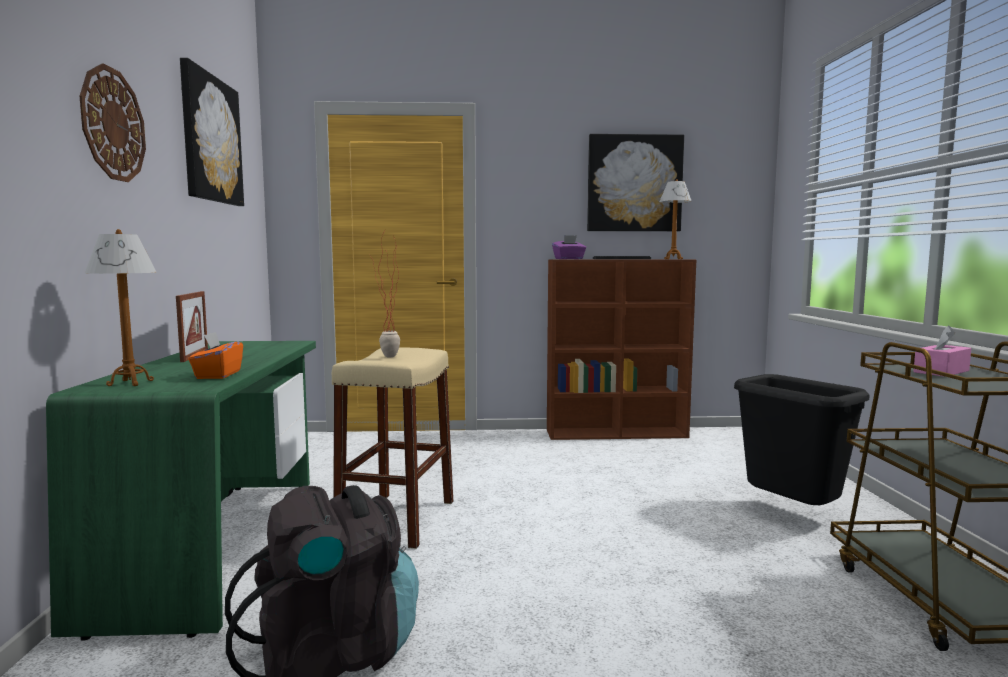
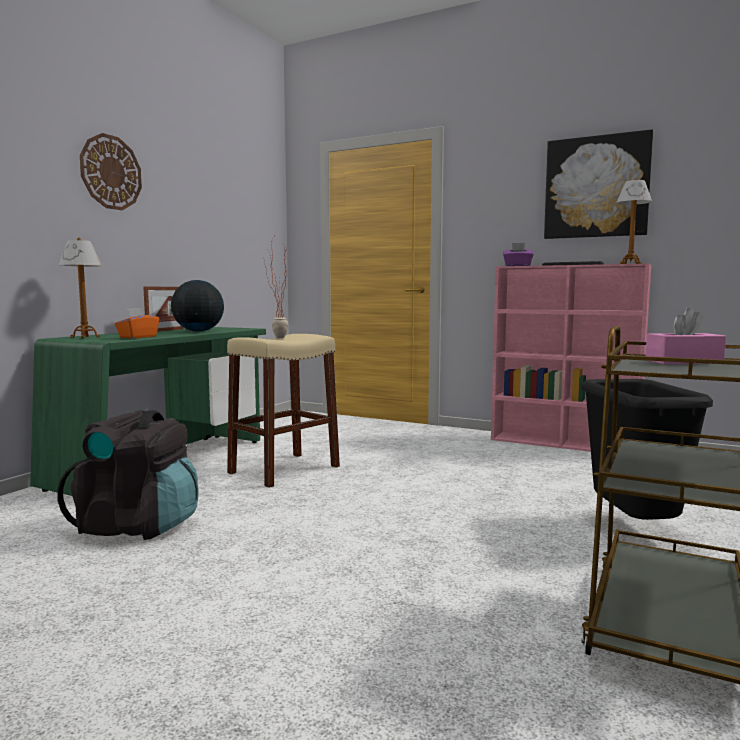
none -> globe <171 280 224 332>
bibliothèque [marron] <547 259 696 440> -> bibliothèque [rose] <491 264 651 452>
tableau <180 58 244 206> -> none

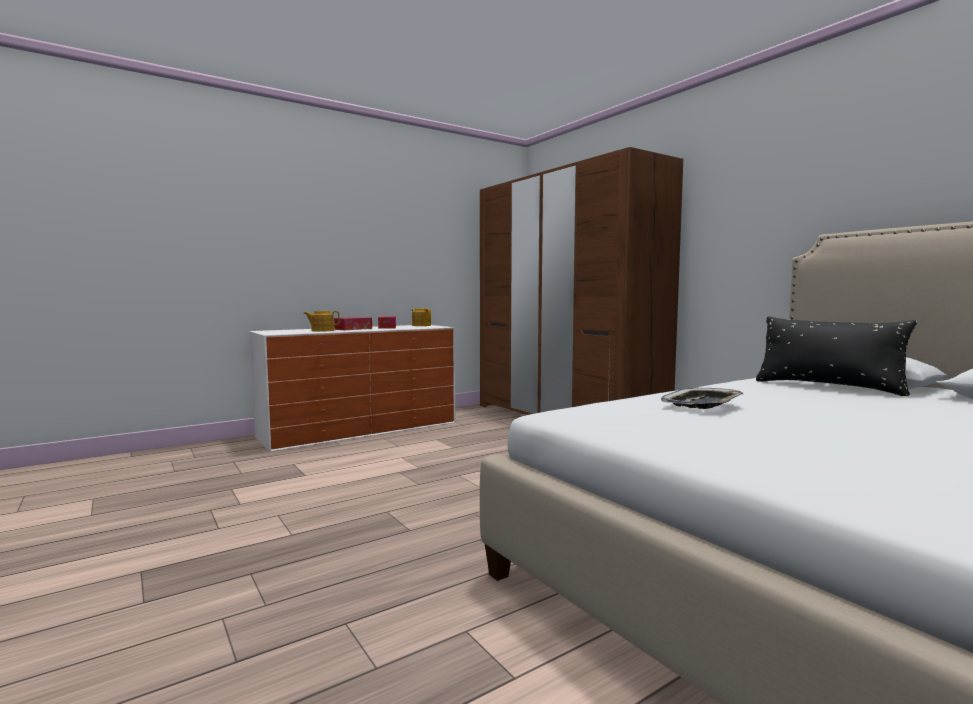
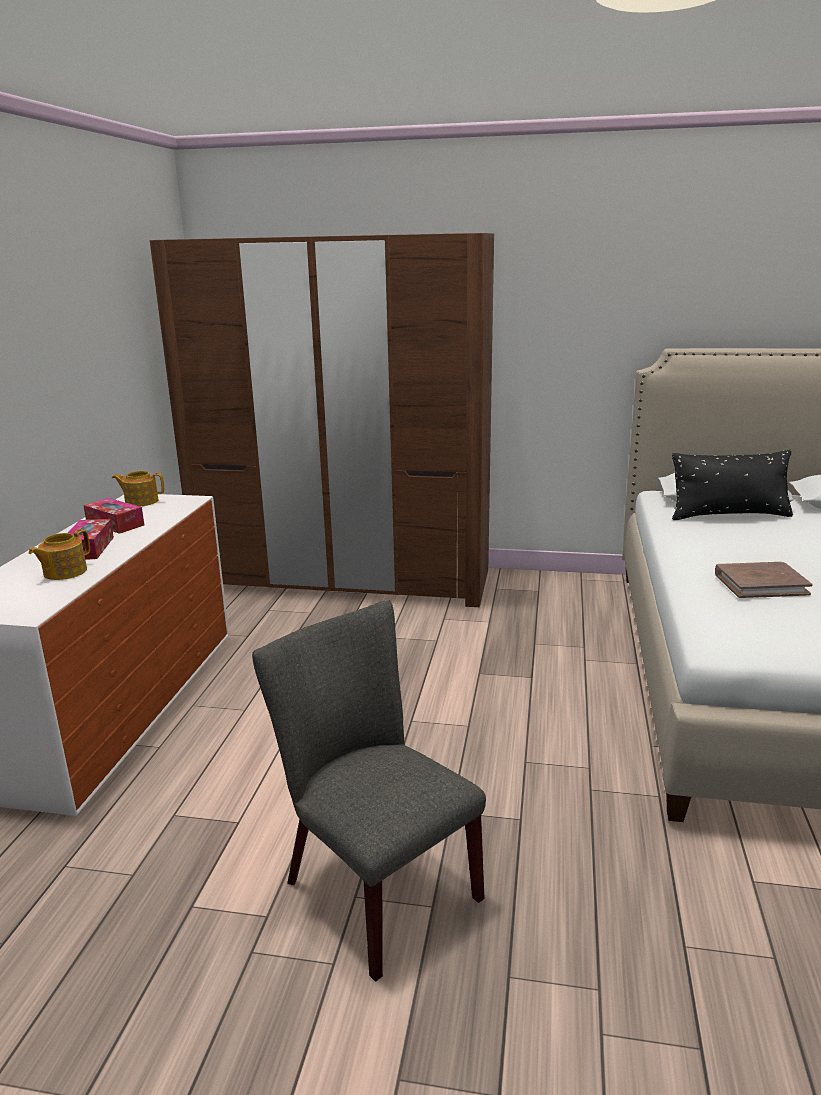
none -> chaise [gris] <252 600 486 982>
plateau <661 388 743 409> -> livre [marron] <715 562 813 598>

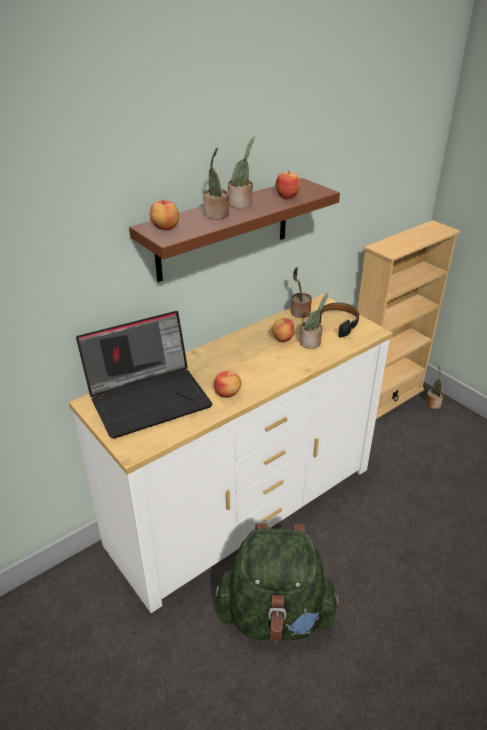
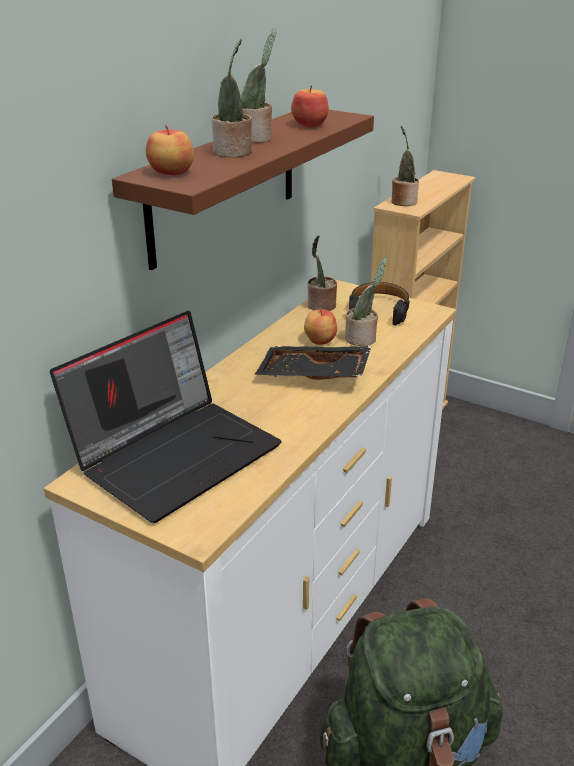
none -> plateau [noir] <254 346 372 380>
plante en pot <426 364 444 409> -> plante en pot <391 126 419 206>, shifted
pomme <214 371 241 398> -> none

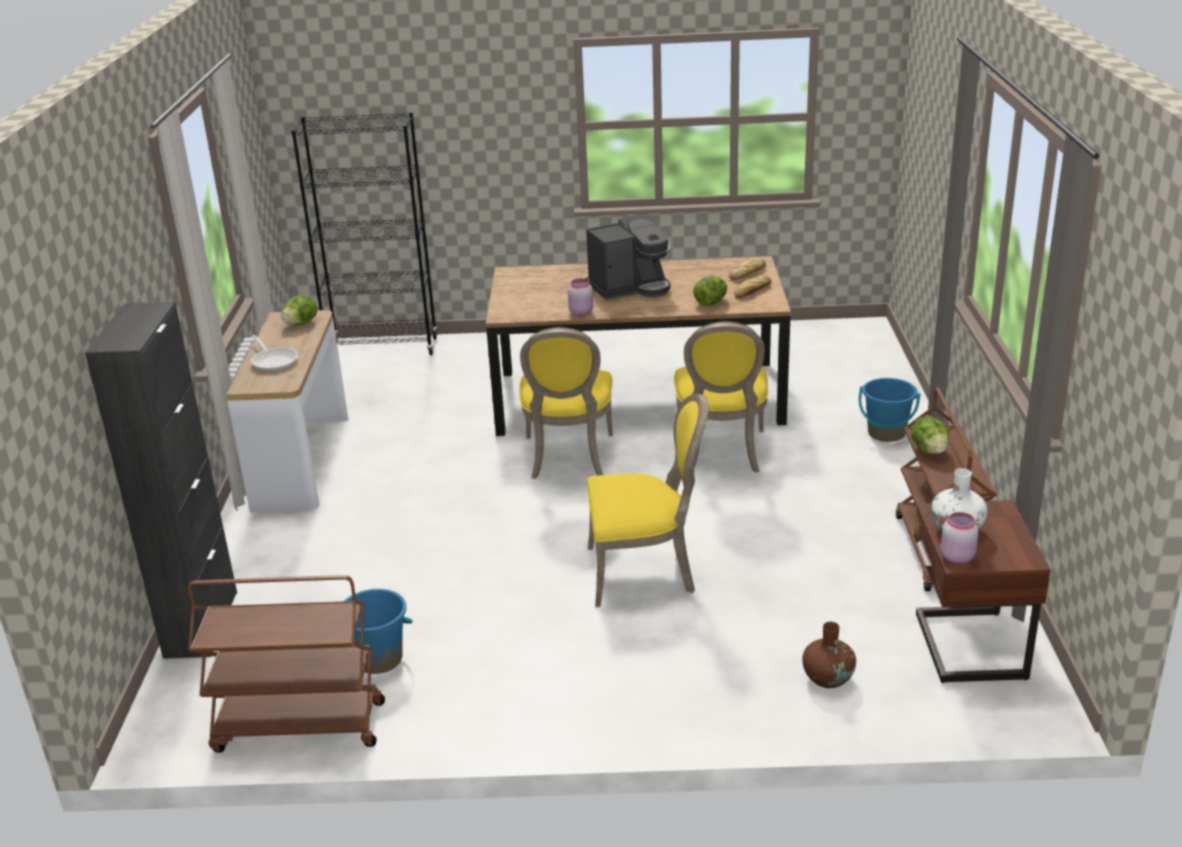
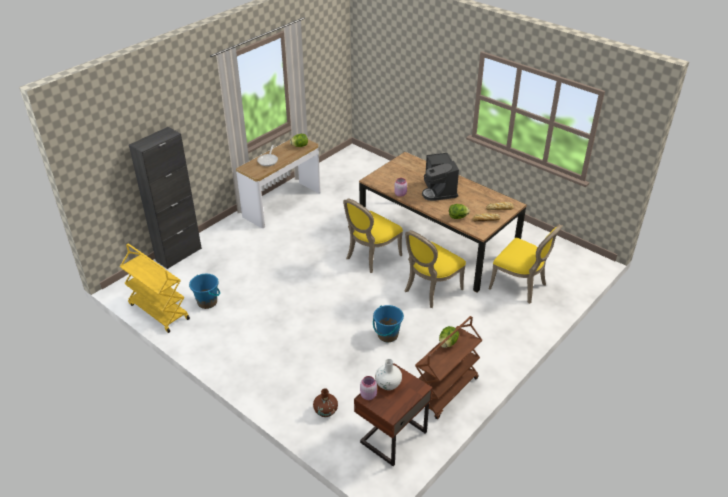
chariot [marron] <188 575 385 753> -> chariot [jaune] <120 244 190 333>
seau [bleu] <859 378 921 442> -> seau [bleu] <373 305 404 342>, shifted
machine à café <585 214 671 300> -> machine à café <422 153 459 201>, 60 degrees clockwise
chaise [jaune] <587 394 709 607> -> chaise [jaune] <489 224 563 304>, shifted
bibliothèque [noir] <291 112 438 355> -> none

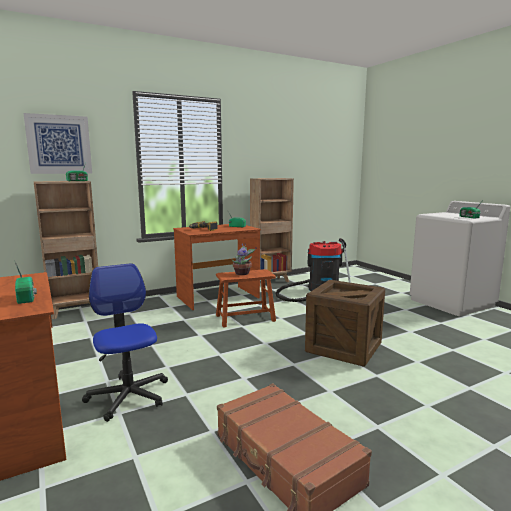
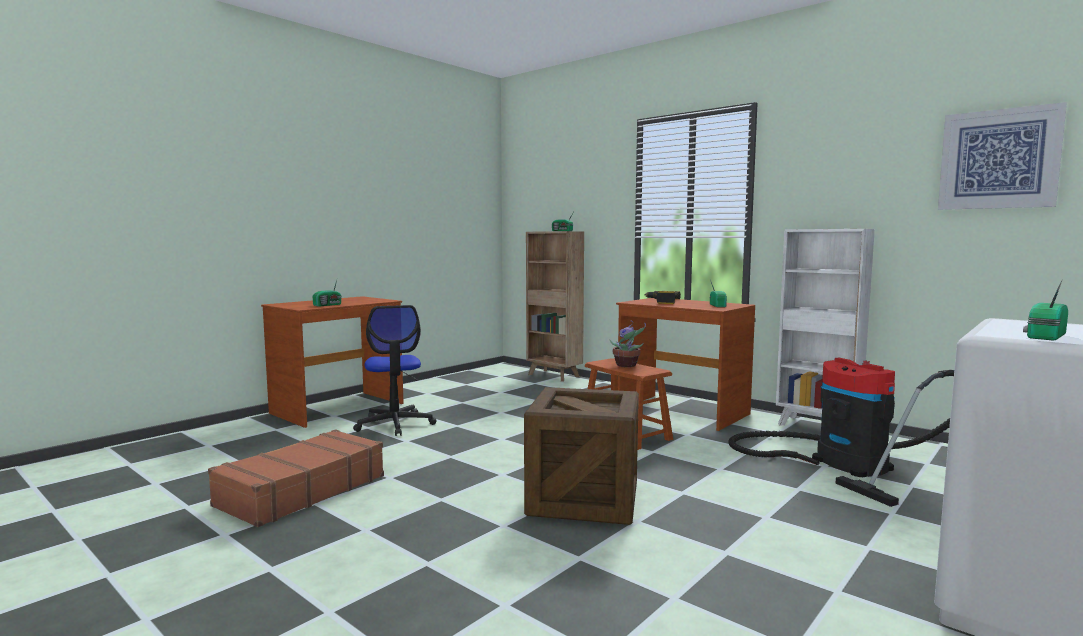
chaise de bureau <82 263 168 422> -> chaise de bureau <353 305 437 436>, 120 degrees clockwise
bibliothèque [marron] <250 178 294 286> -> bibliothèque [blanc] <776 229 875 426>
tableau <23 113 92 174> -> tableau <938 102 1067 210>, shifted

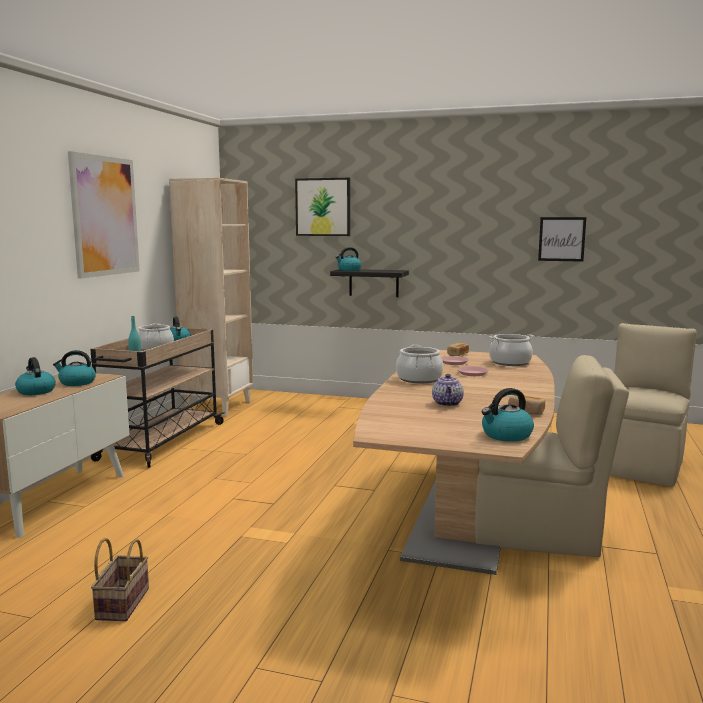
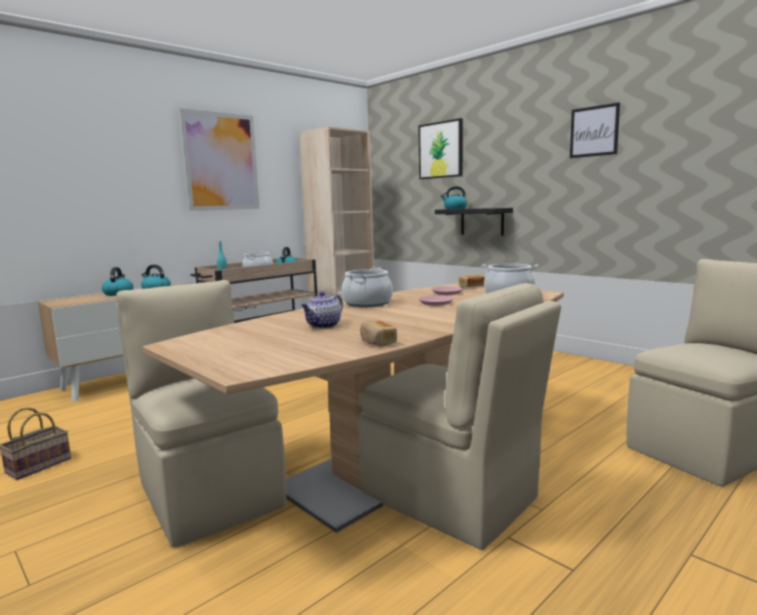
none -> chaise [beige] <116 280 286 548>
tableau <538 217 586 262> -> tableau <570 102 620 158>, shifted
bouilloire <482 388 534 442> -> none

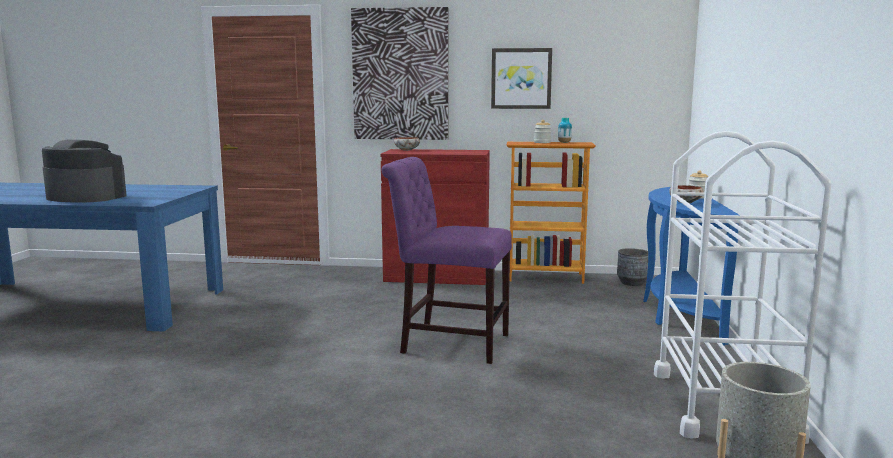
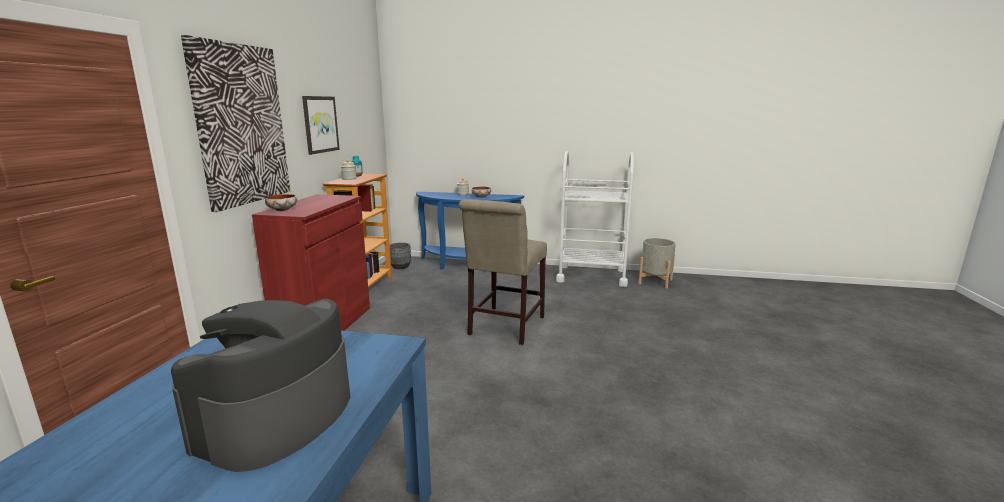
chaise [violet] <381 157 512 364> -> chaise [beige] <459 199 547 345>

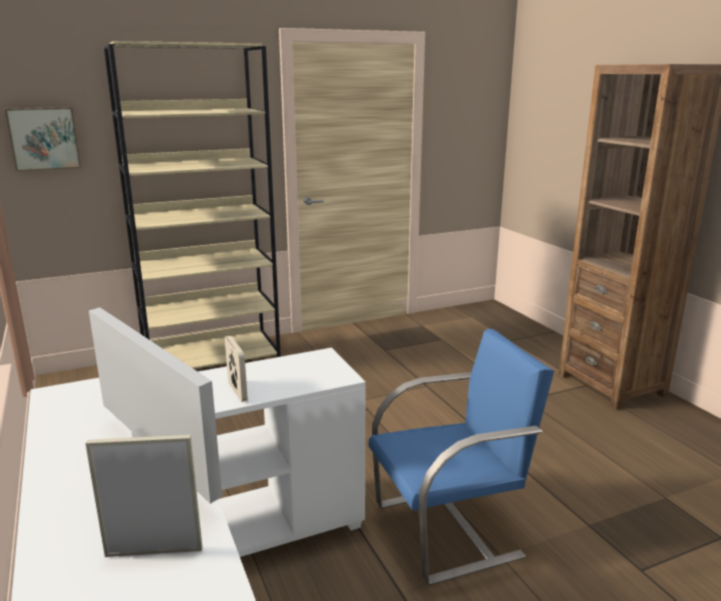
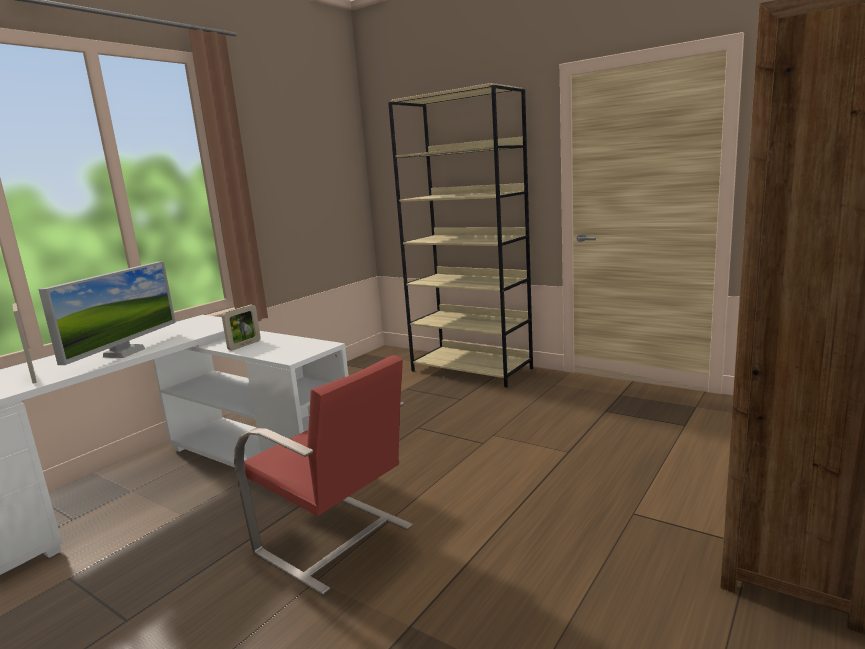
chaise [bleu] <368 329 554 585> -> chaise [rouge] <234 355 413 596>
tableau <5 107 81 171> -> none

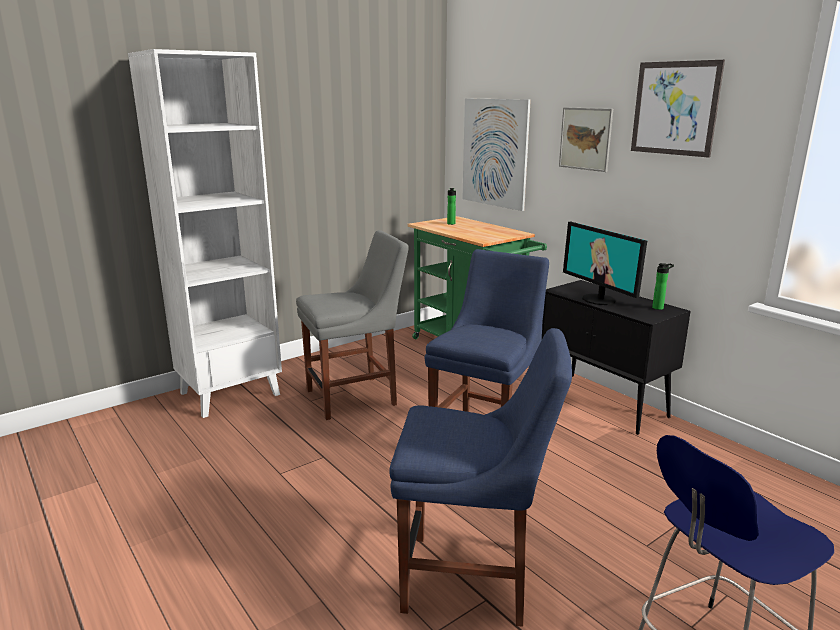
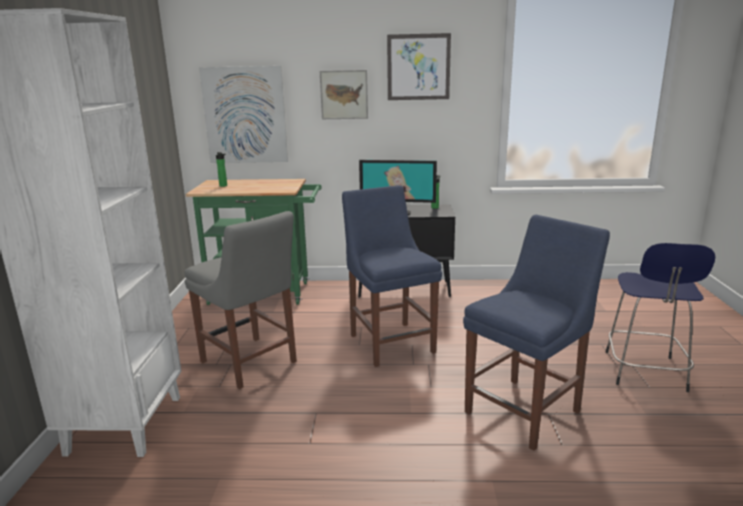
chaise [gris] <296 230 409 420> -> chaise [gris] <185 211 297 389>, 120 degrees clockwise

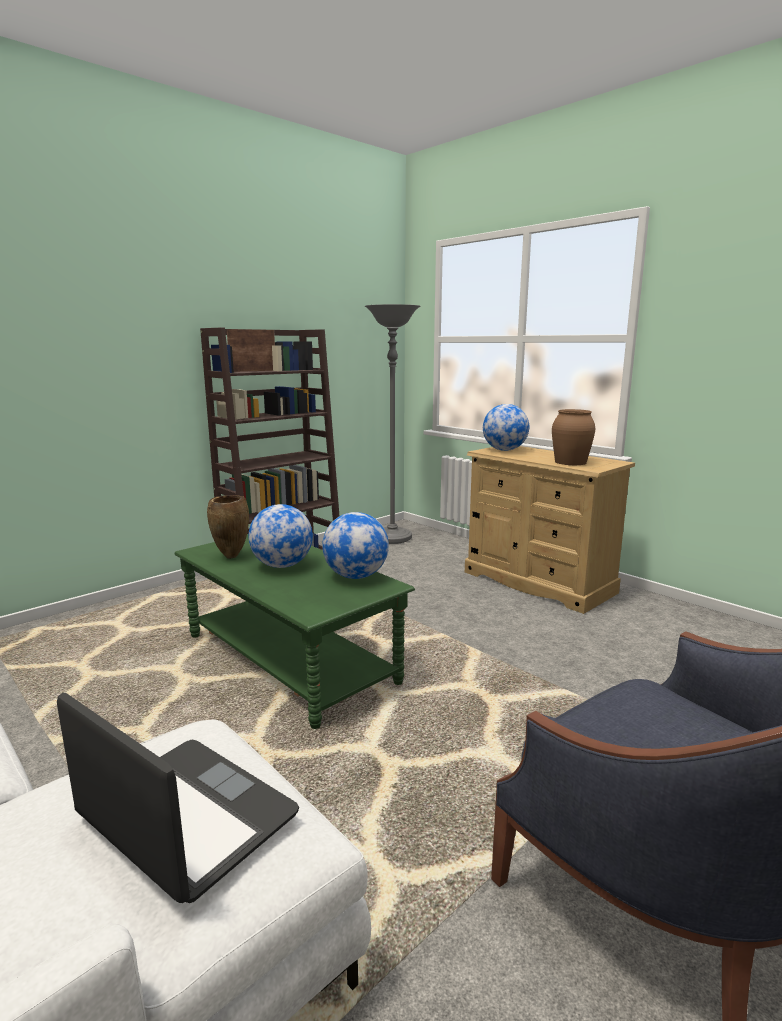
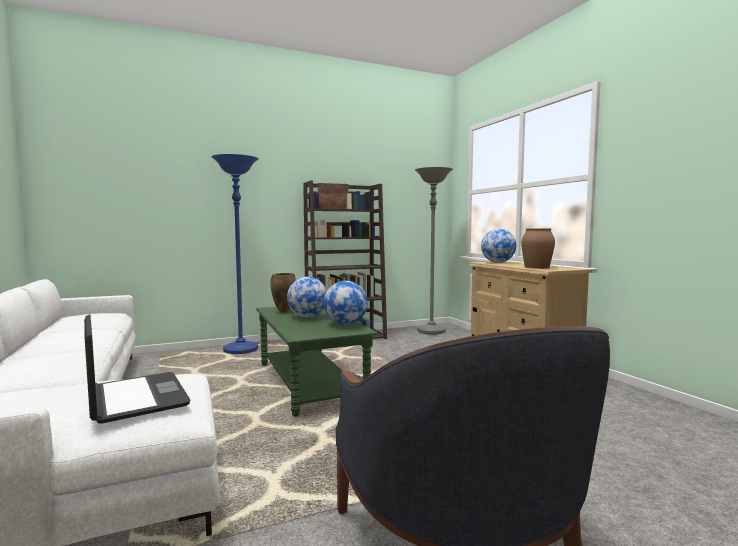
none -> lampadaire [bleu] <211 154 258 354>

